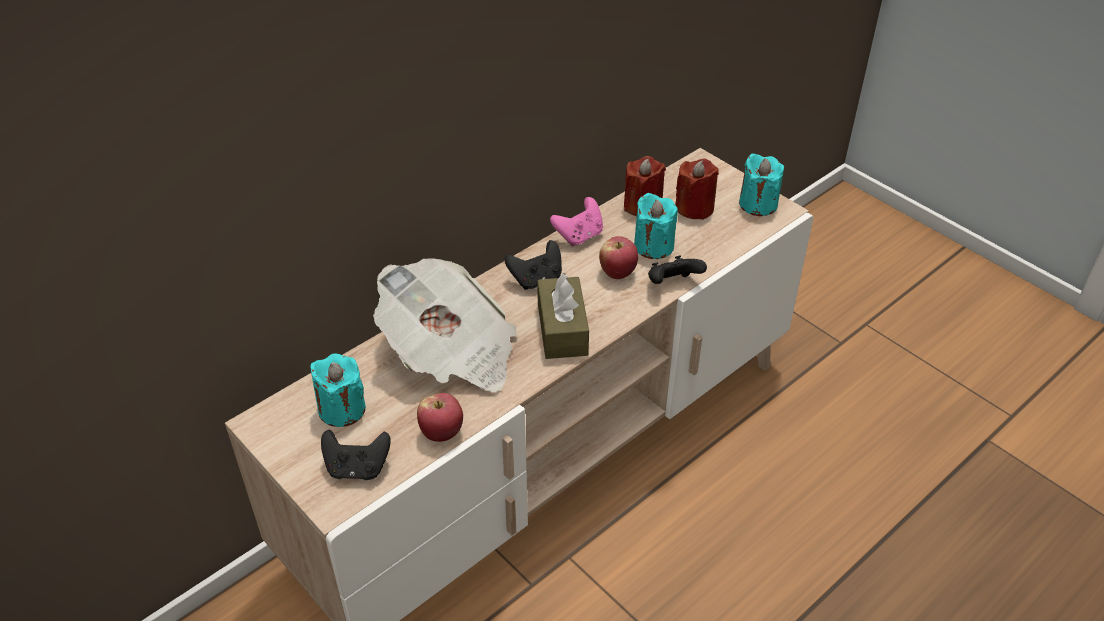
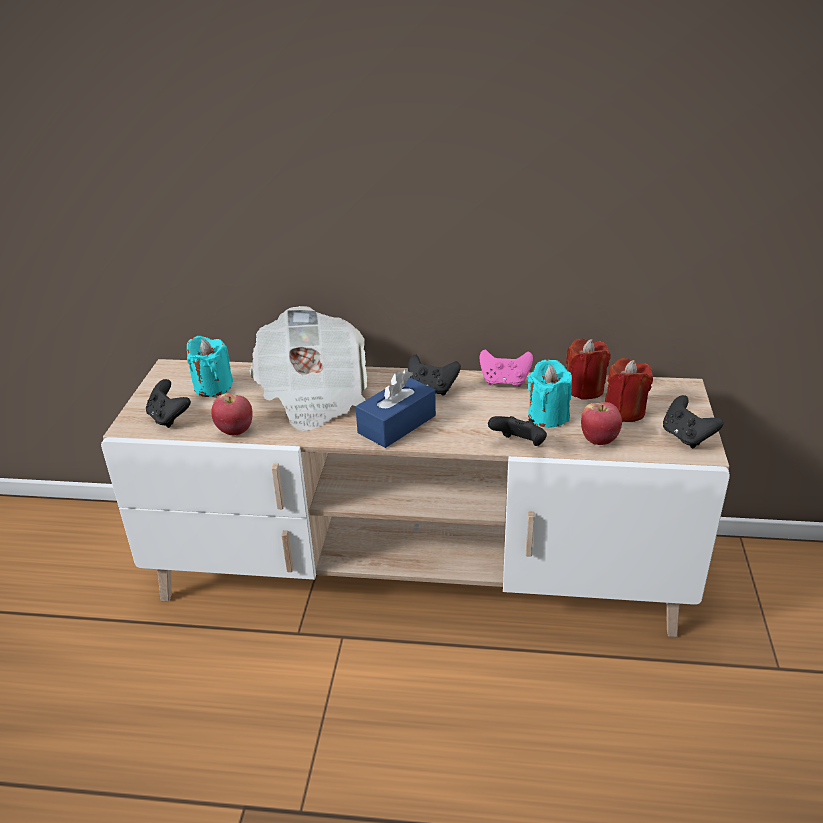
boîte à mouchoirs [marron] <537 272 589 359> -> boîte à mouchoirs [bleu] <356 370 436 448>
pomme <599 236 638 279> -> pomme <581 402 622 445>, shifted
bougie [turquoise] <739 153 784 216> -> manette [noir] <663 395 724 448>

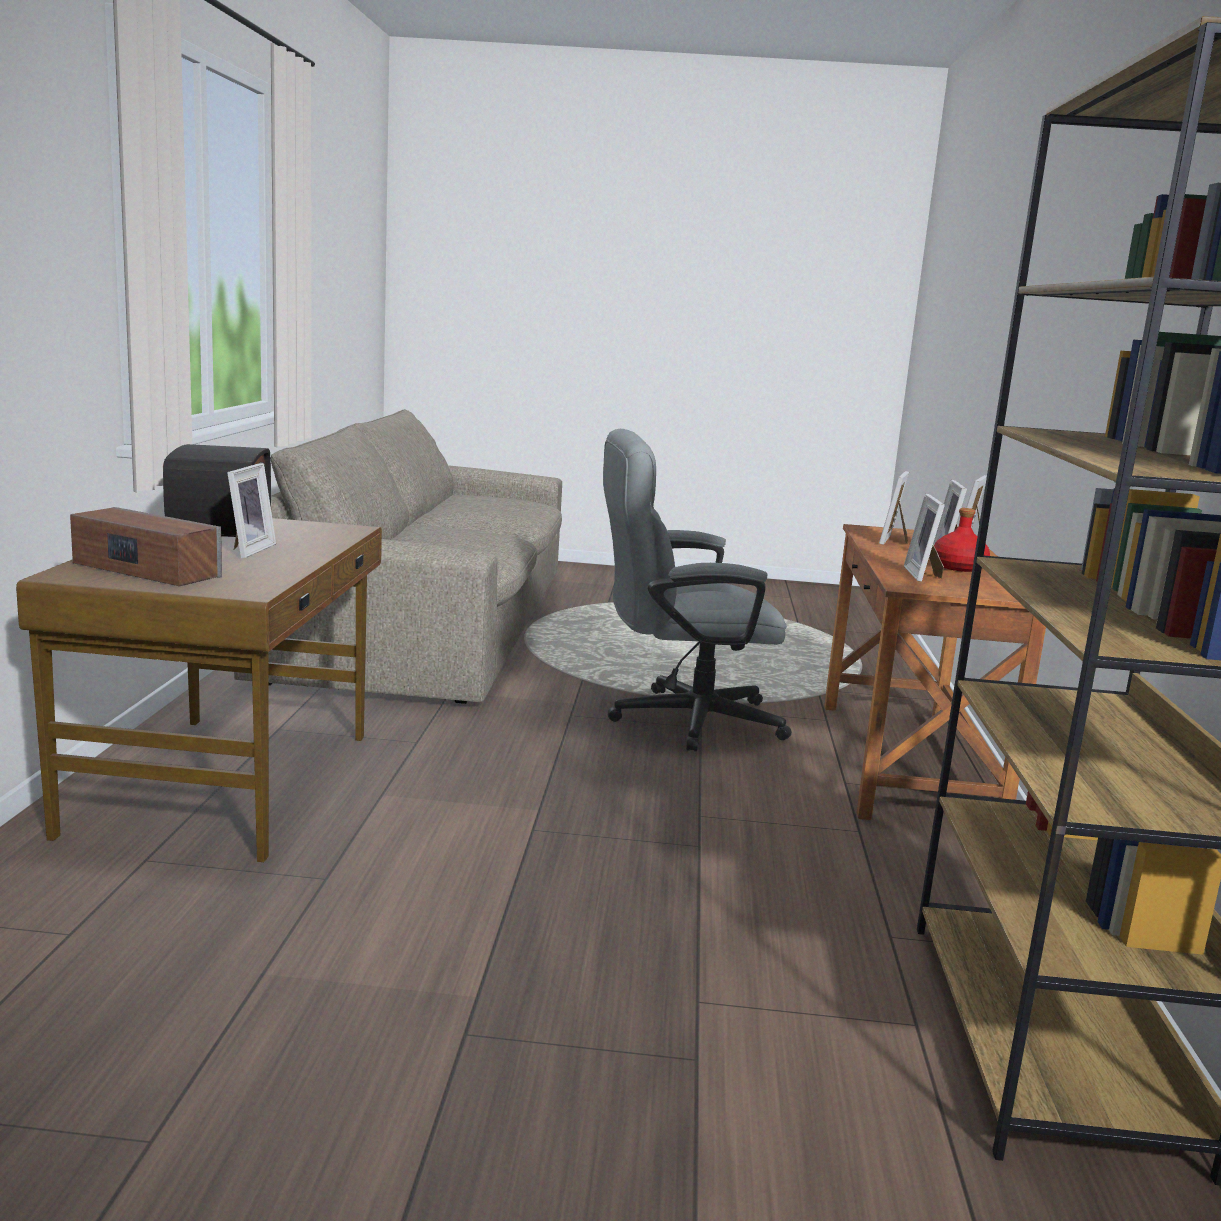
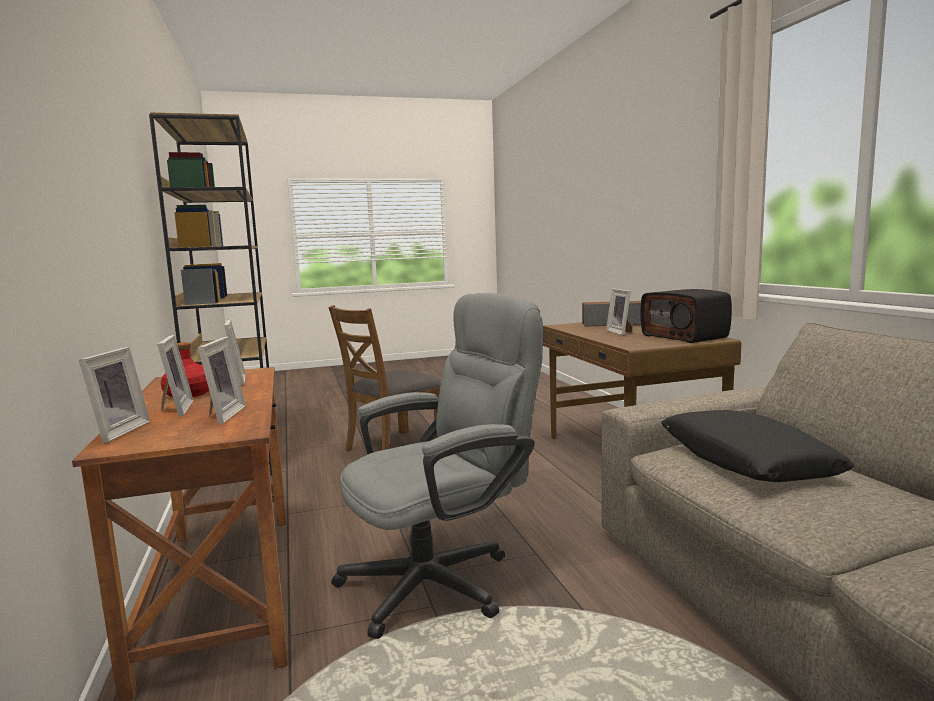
none -> chaise [marron] <329 305 441 452>
none -> coussin [noir] <661 410 855 482>

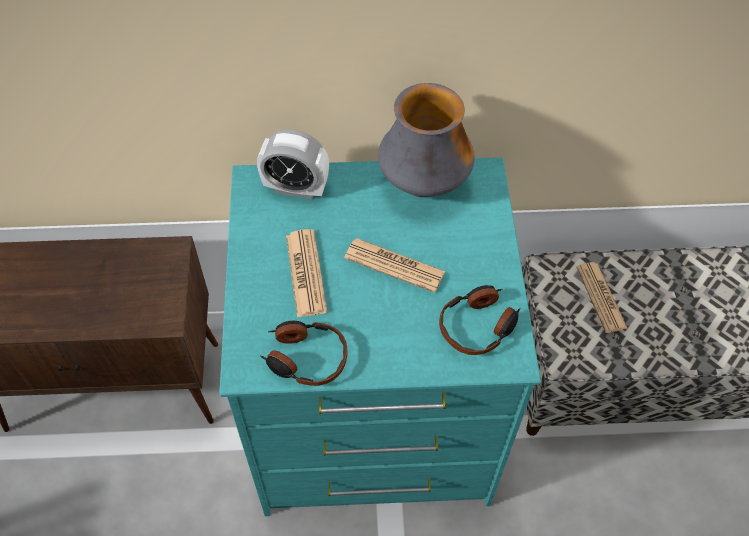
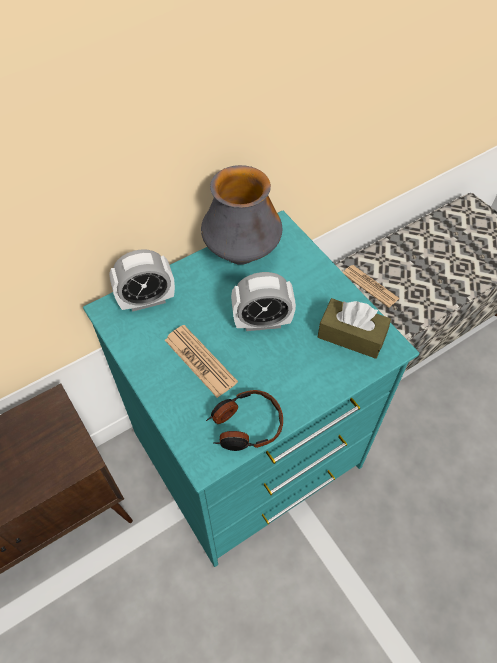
journal <344 238 446 293> -> réveil <231 272 296 331>
casque audio <439 285 520 355> -> boîte à mouchoirs [marron] <318 298 391 359>

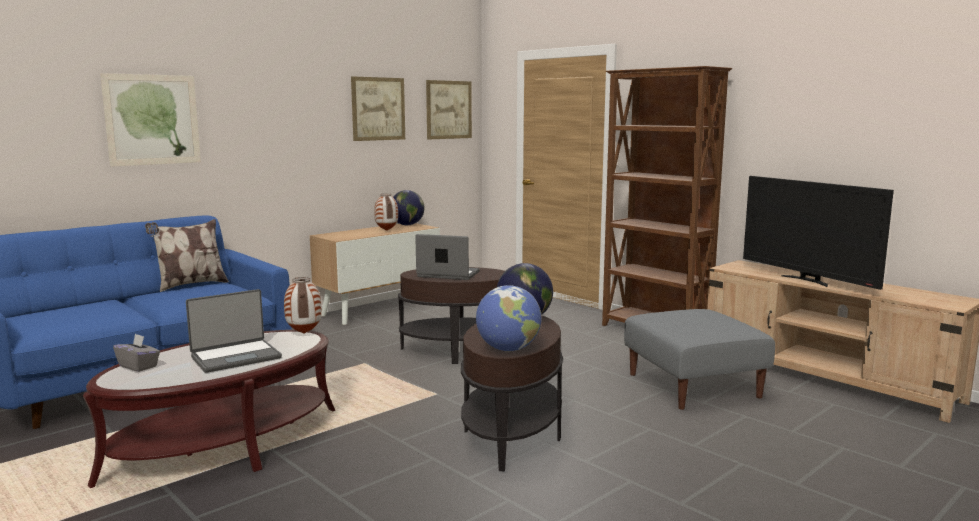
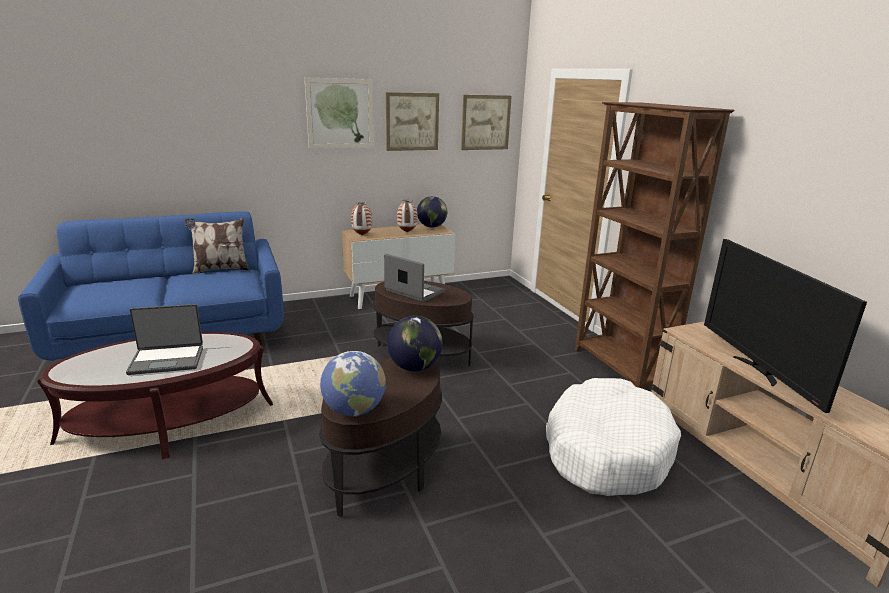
tableau <100 73 201 167> -> tableau <305 77 374 149>, shifted
vase <284 277 322 334> -> vase <351 202 373 235>, shifted
pouf [gris] <624 309 775 410> -> panier pour chien [blanc] <546 378 681 496>
boîte à mouchoirs [gris] <113 333 160 372> -> none

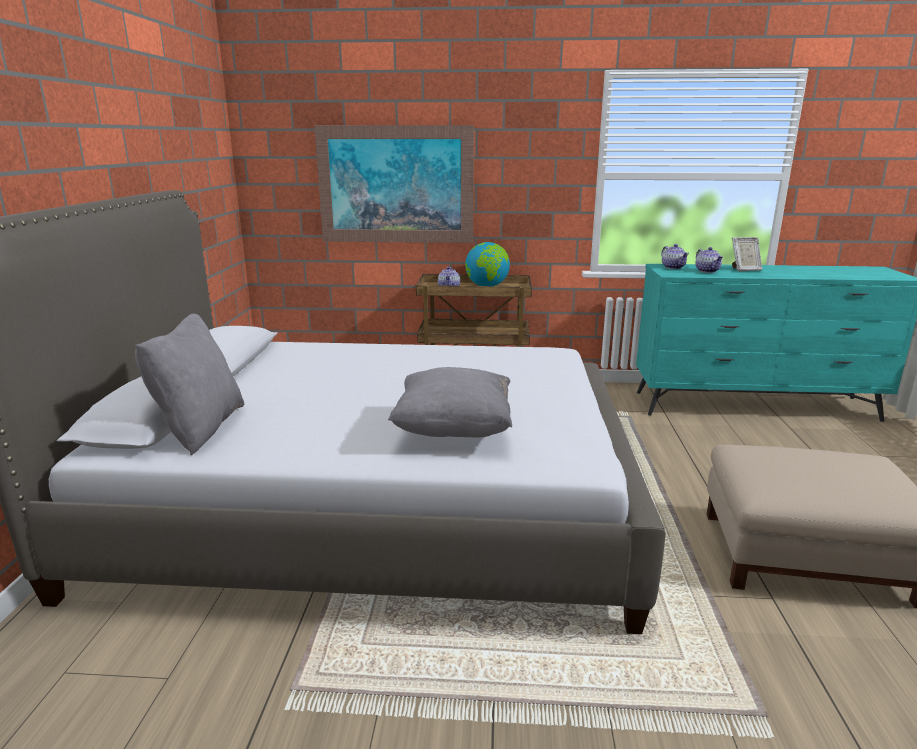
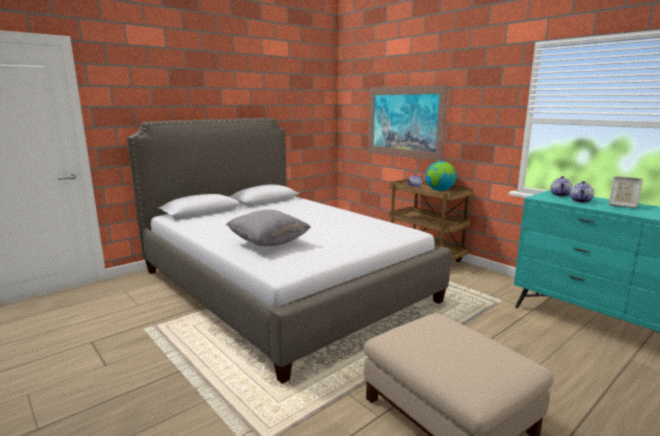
coussin [gris] <135 313 244 455> -> none

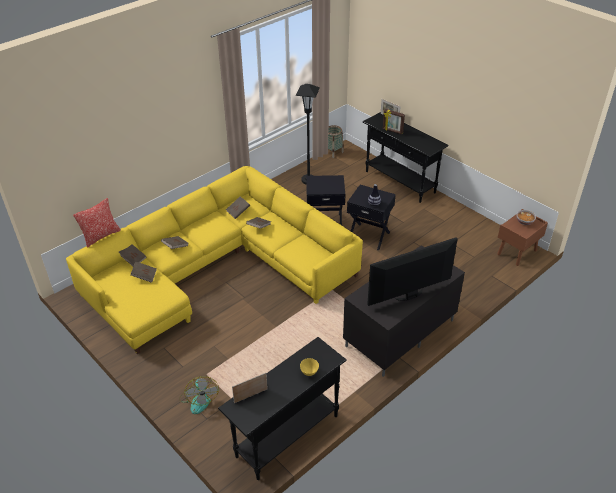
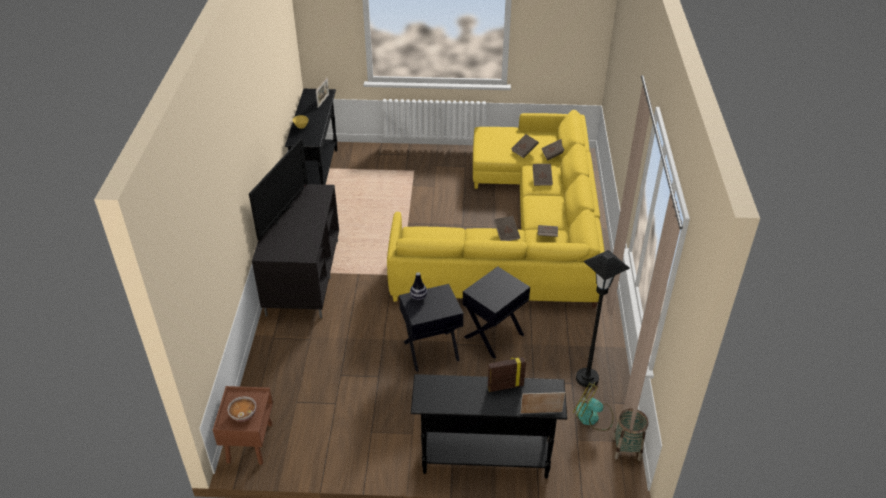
ventilateur <179 376 219 414> -> ventilateur <573 383 614 431>, shifted
coussin <73 198 121 248> -> none

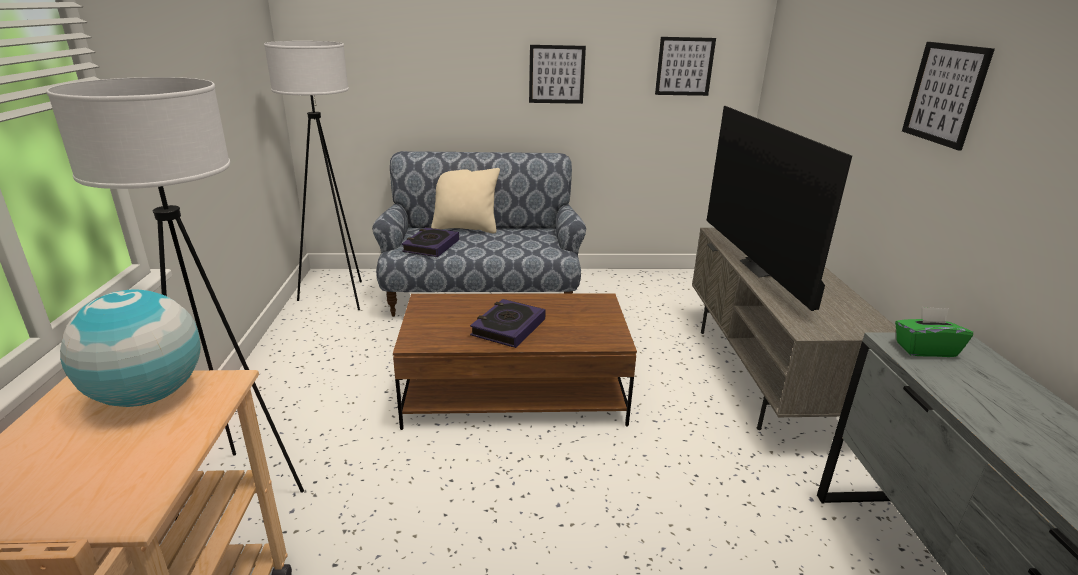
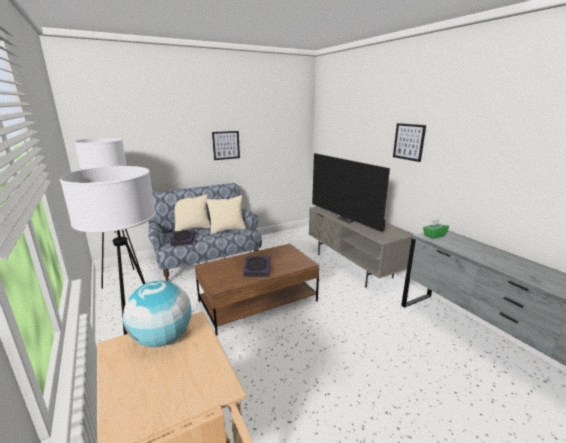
none -> coussin [beige] <206 195 246 234>
tableau <655 37 716 96> -> none

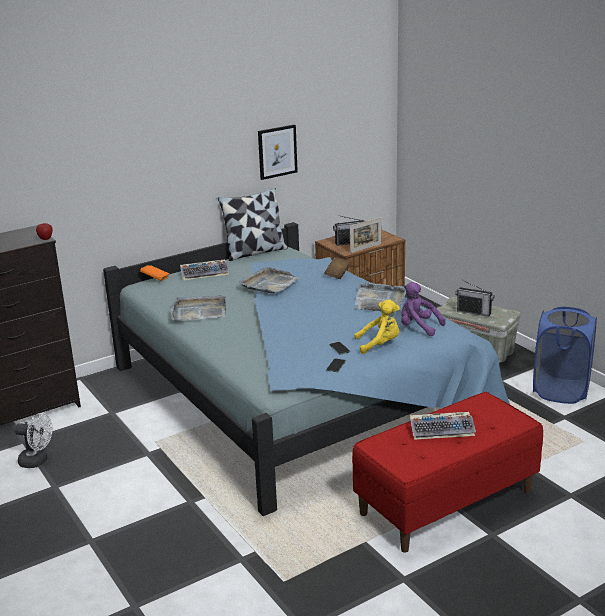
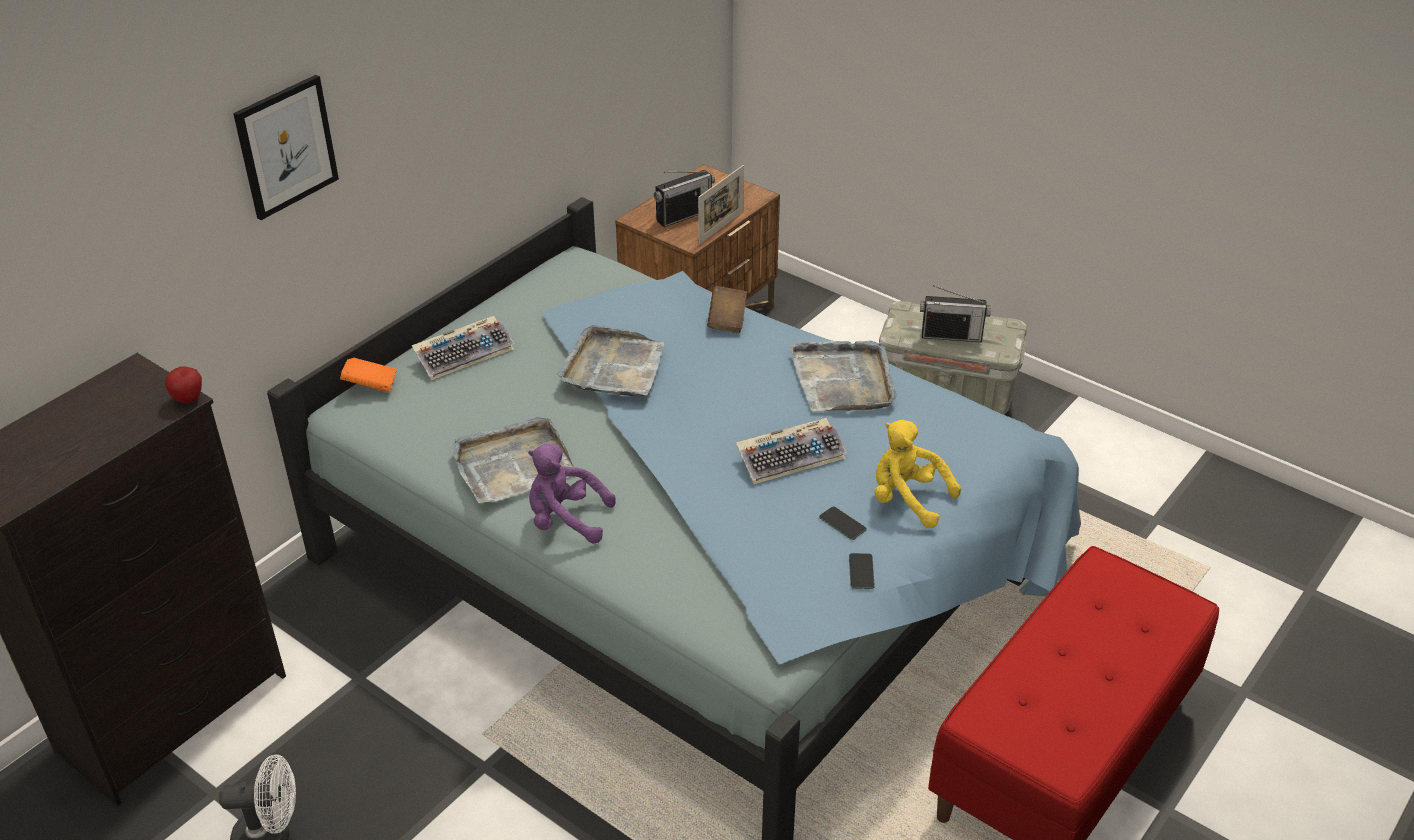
tableau <258 124 298 180> -> tableau <233 75 339 220>, shifted
peluche [violet] <401 282 446 336> -> peluche [violet] <528 444 616 544>, shifted
clavier <410 412 476 440> -> clavier <736 418 847 484>, shifted
peluche [jaune] <354 300 400 354> -> peluche [jaune] <875 420 961 528>, 120 degrees counterclockwise
coussin <218 188 288 261> -> none
panier à linge [bleu] <533 306 597 404> -> none

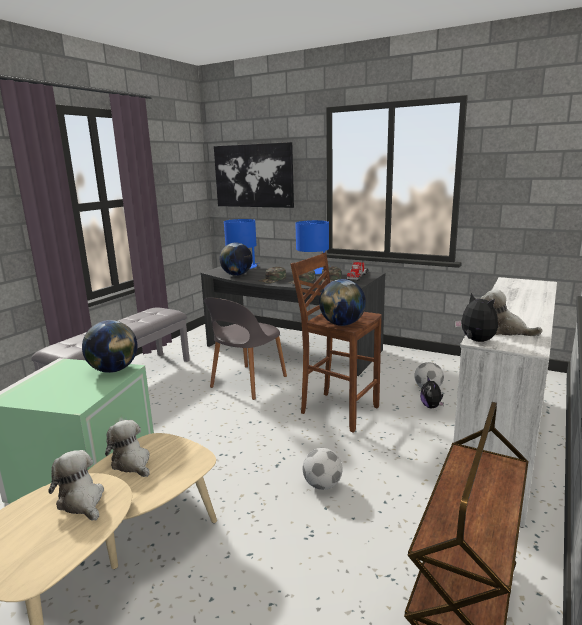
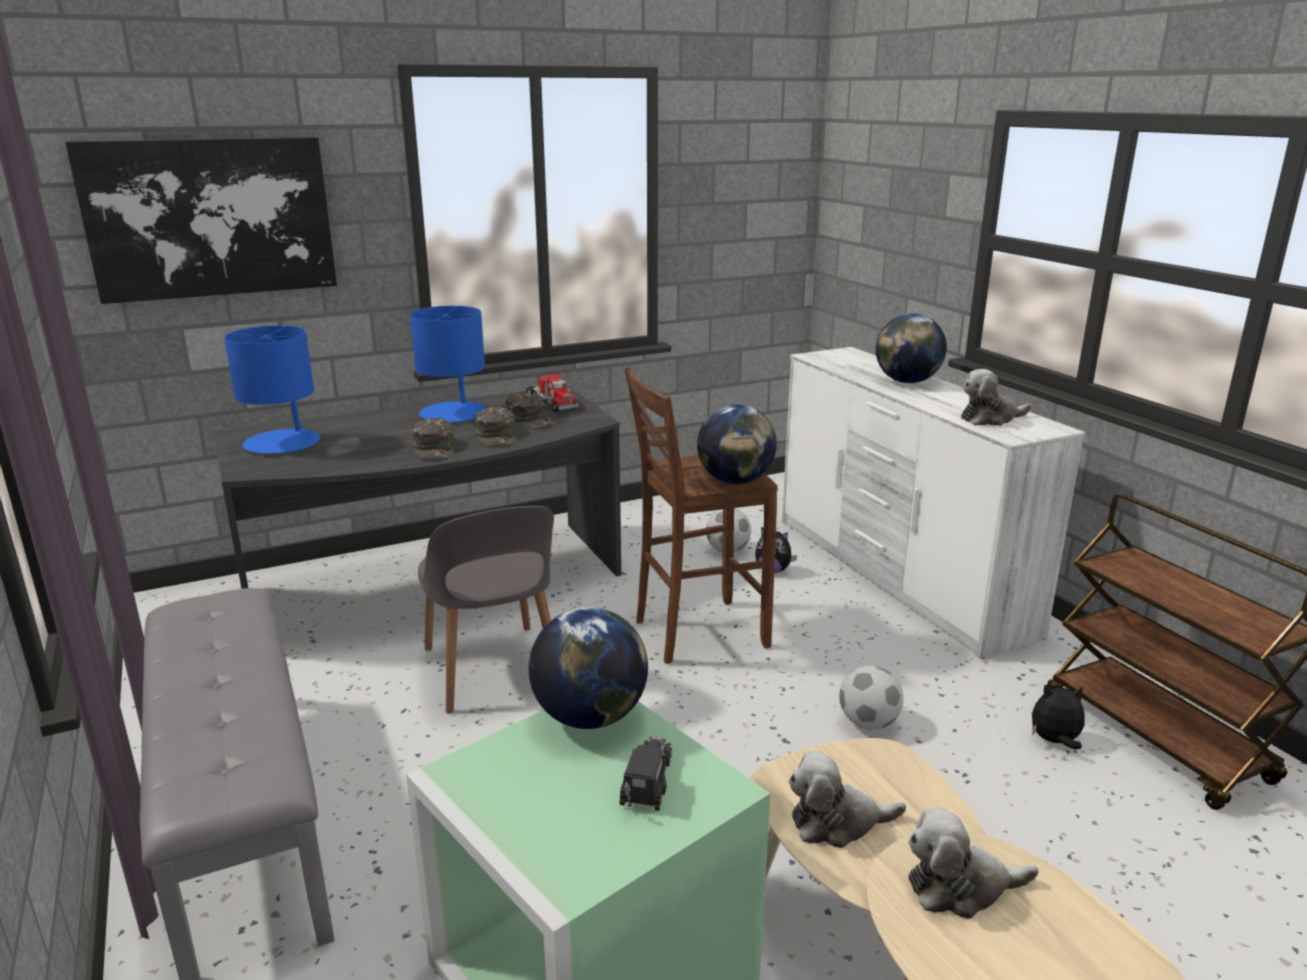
none -> camion jouet <620 735 672 811>
globe <220 242 253 276> -> globe <876 313 947 383>, shifted
peluche <455 293 498 342> -> peluche <1032 684 1085 749>, shifted

